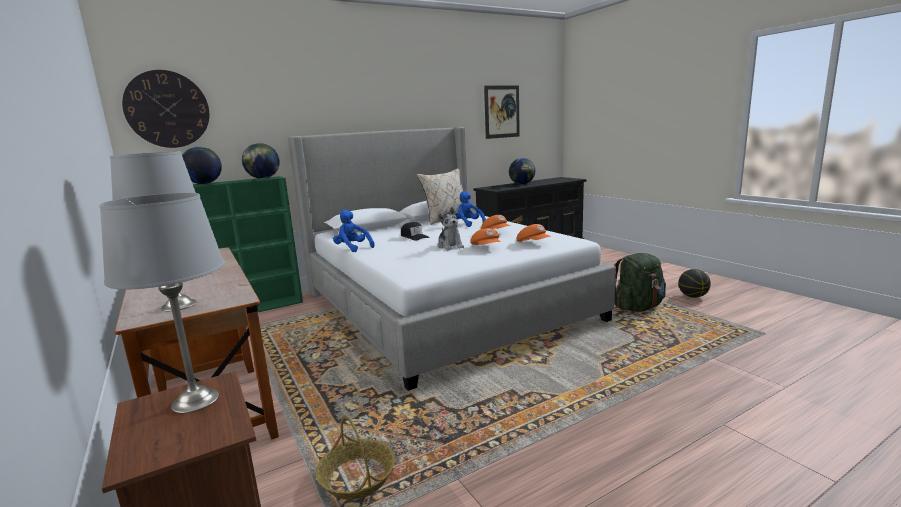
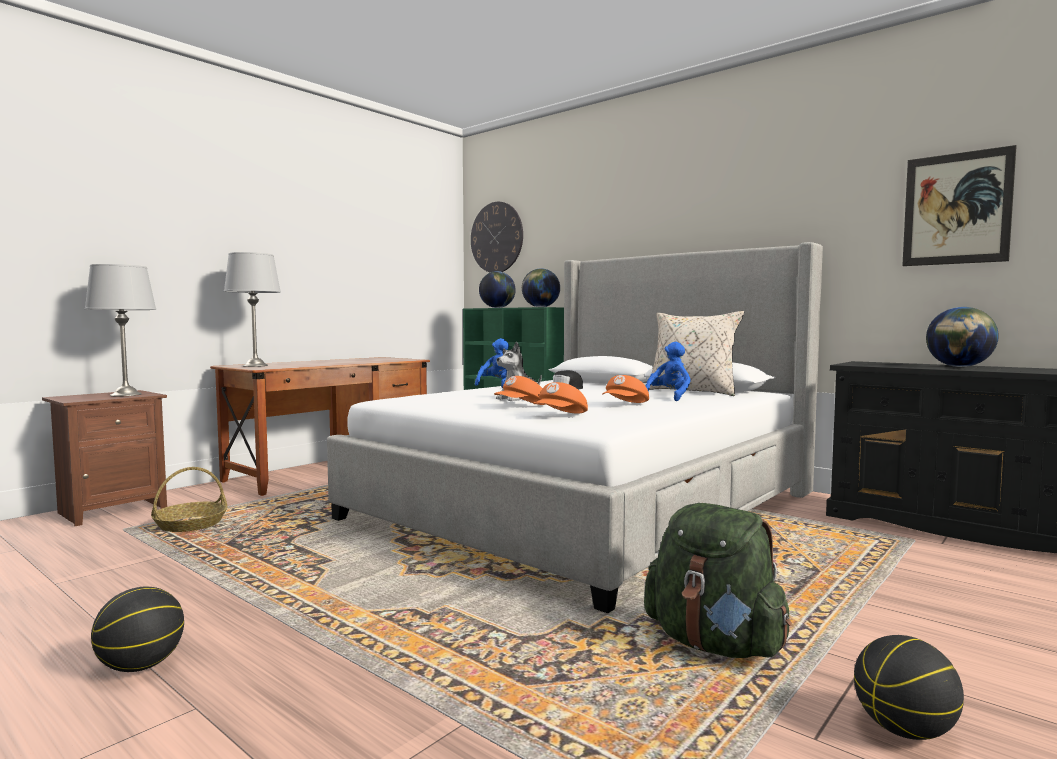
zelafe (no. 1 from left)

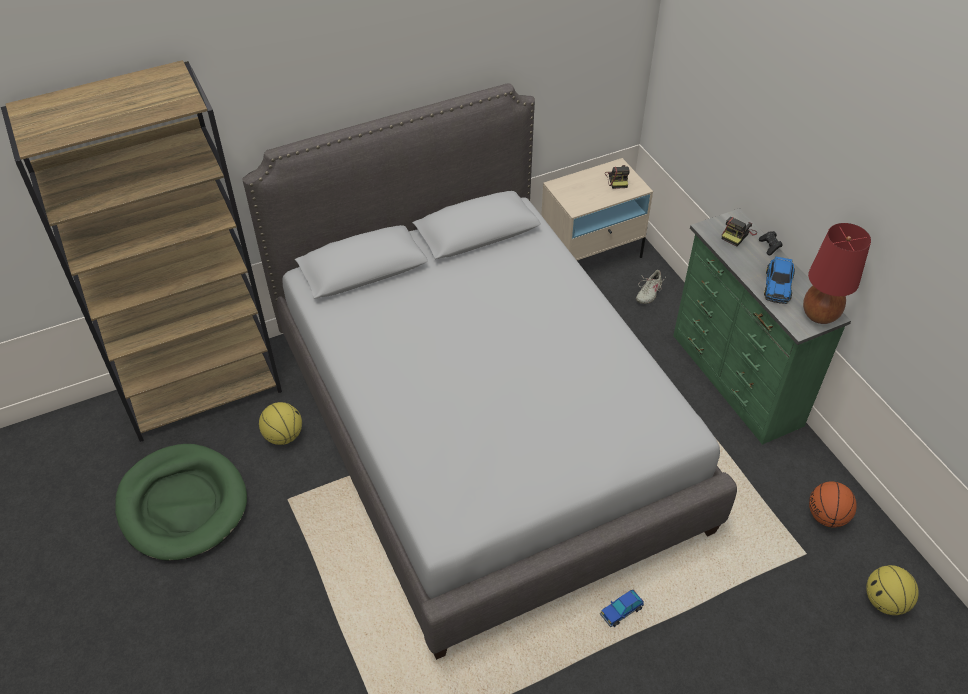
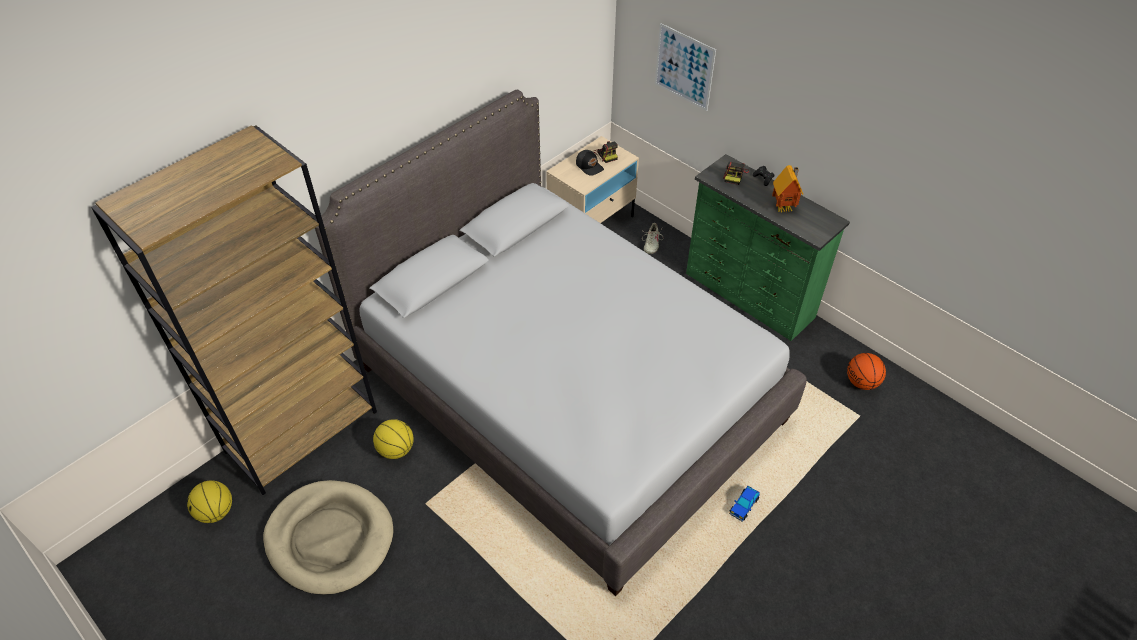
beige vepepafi; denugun; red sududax; zelafe (no. 1 from left); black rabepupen; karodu

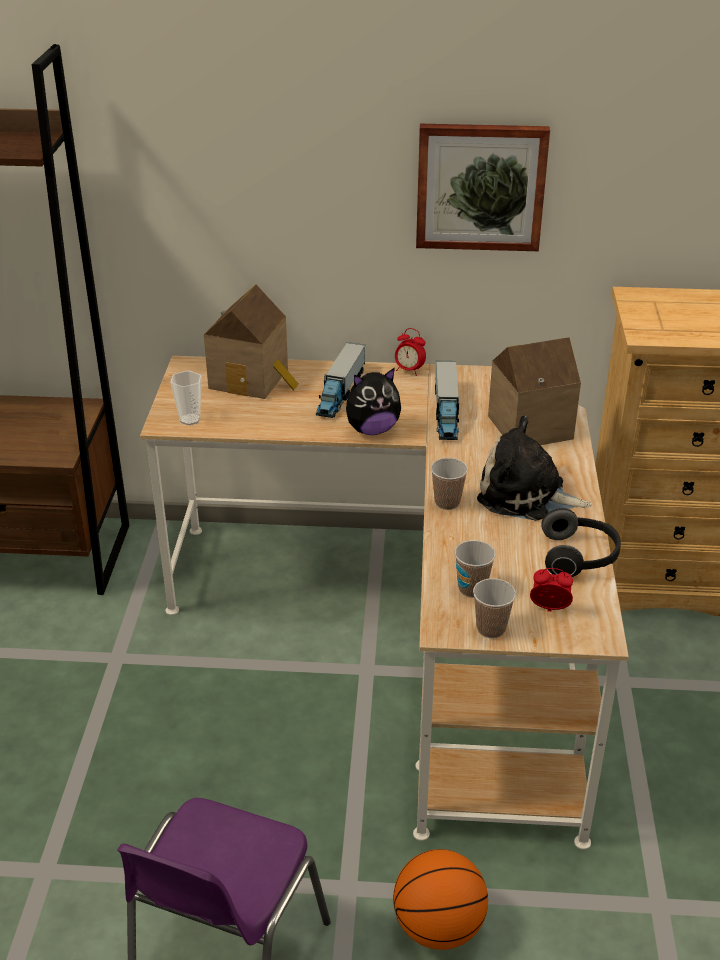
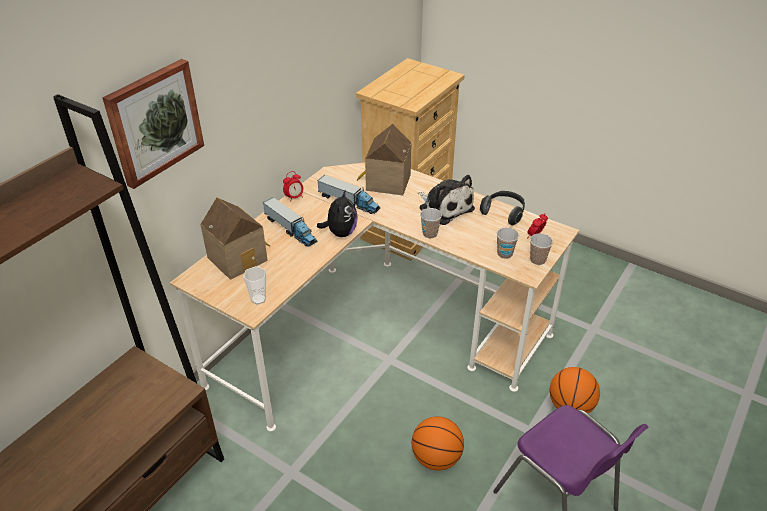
karodu; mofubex (no. 2 from left); zelafe (no. 1 from left)

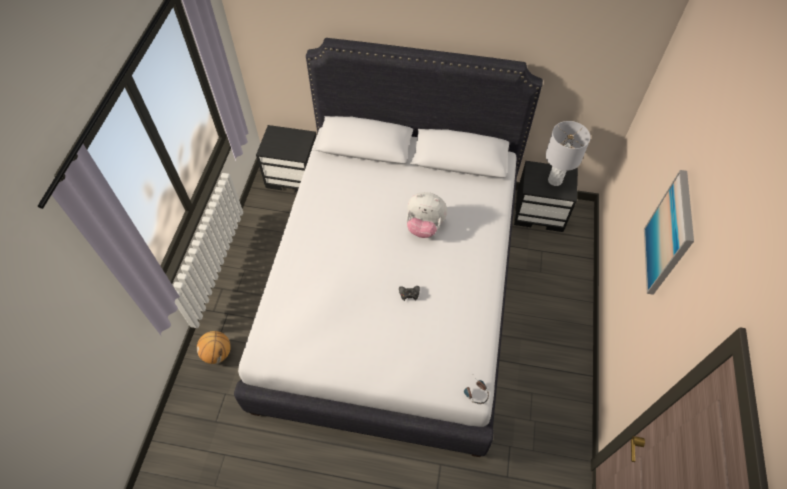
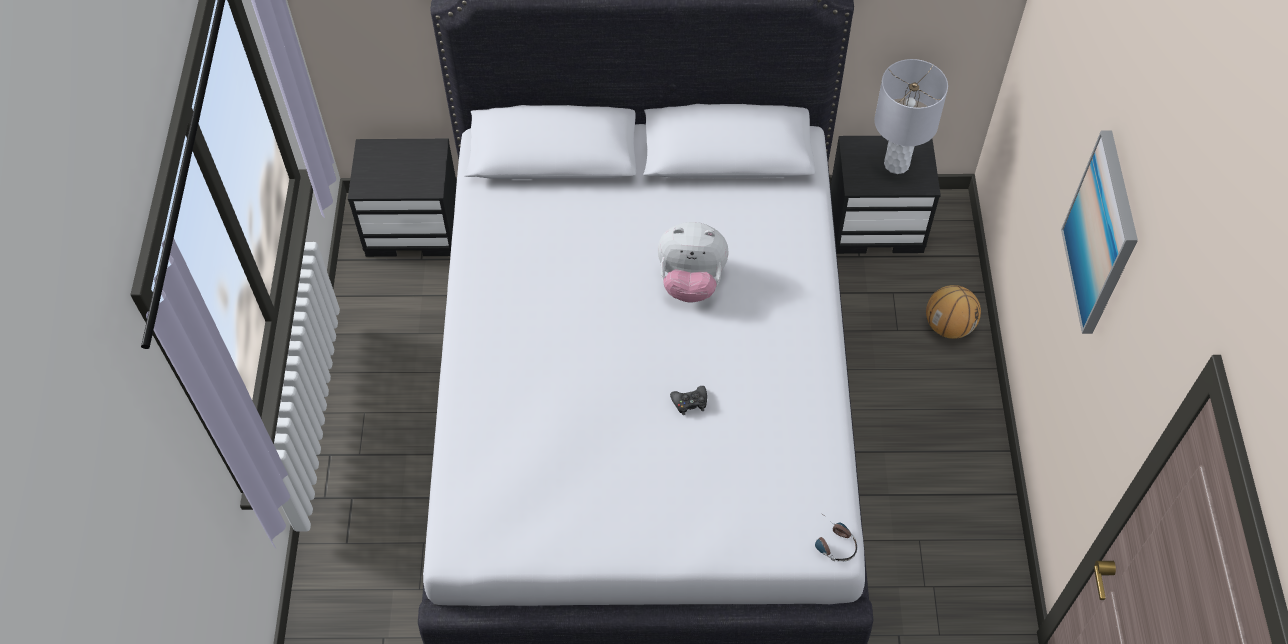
zelafe

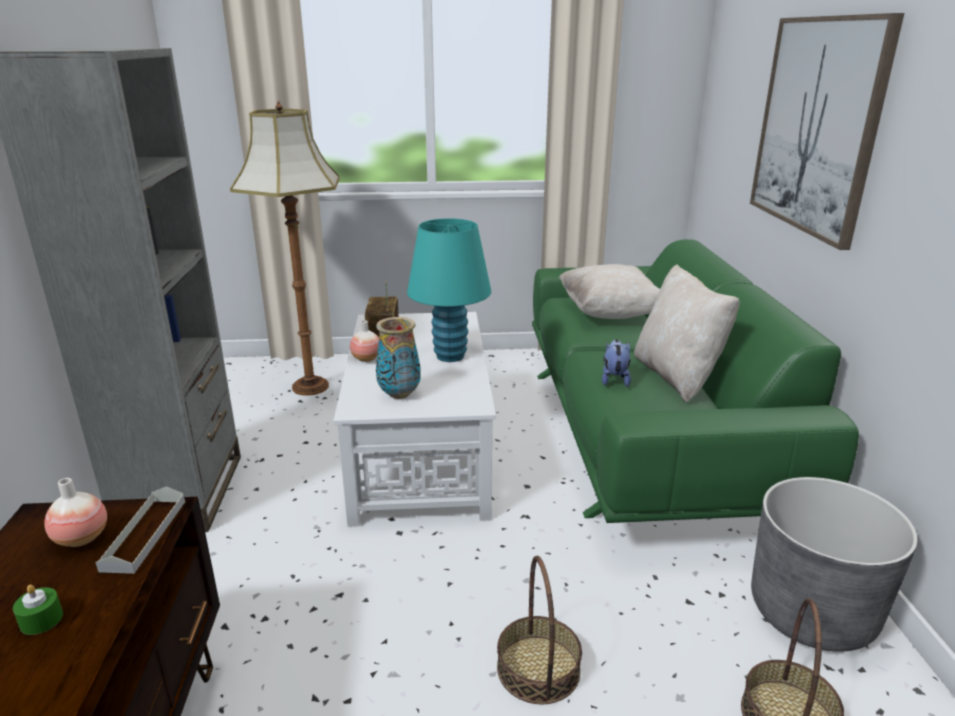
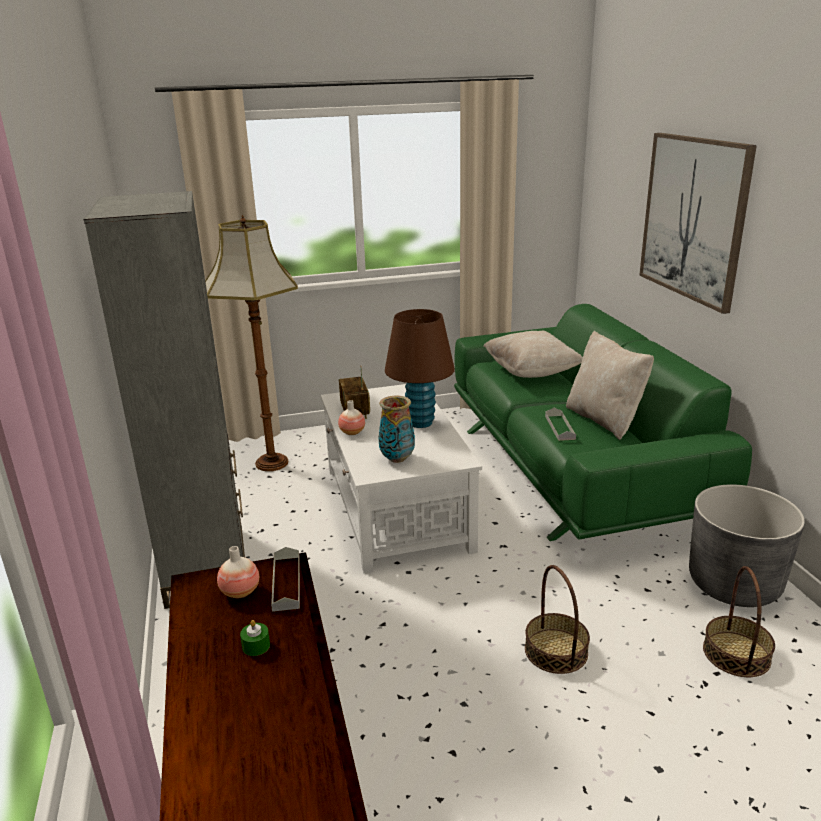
brown sududax; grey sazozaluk (no. 2 from left)

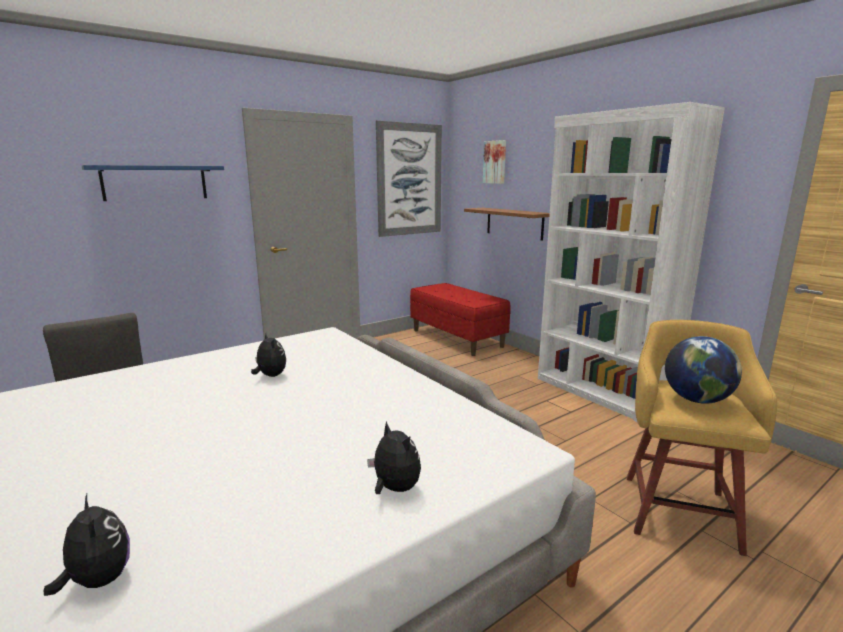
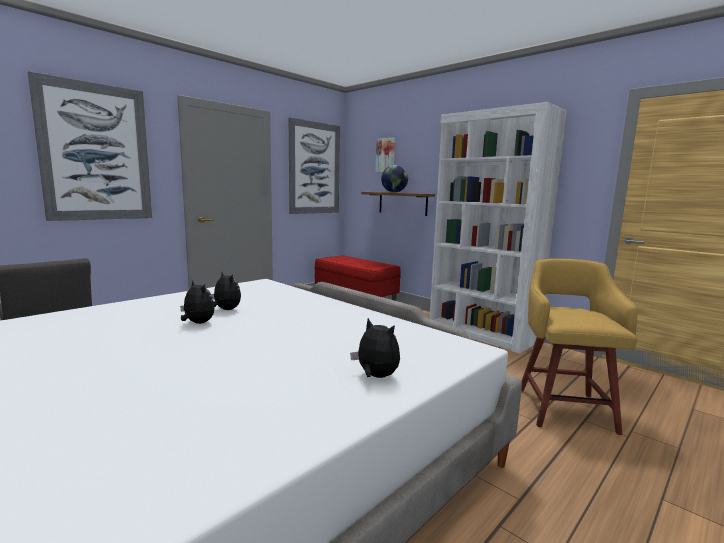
mofubex (no. 1 from left); karodu (no. 1 from left); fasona

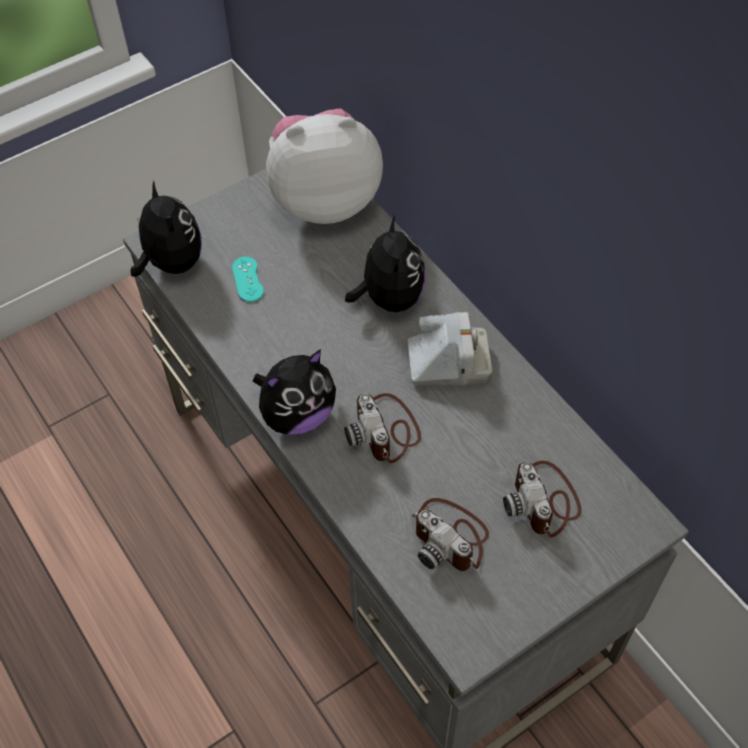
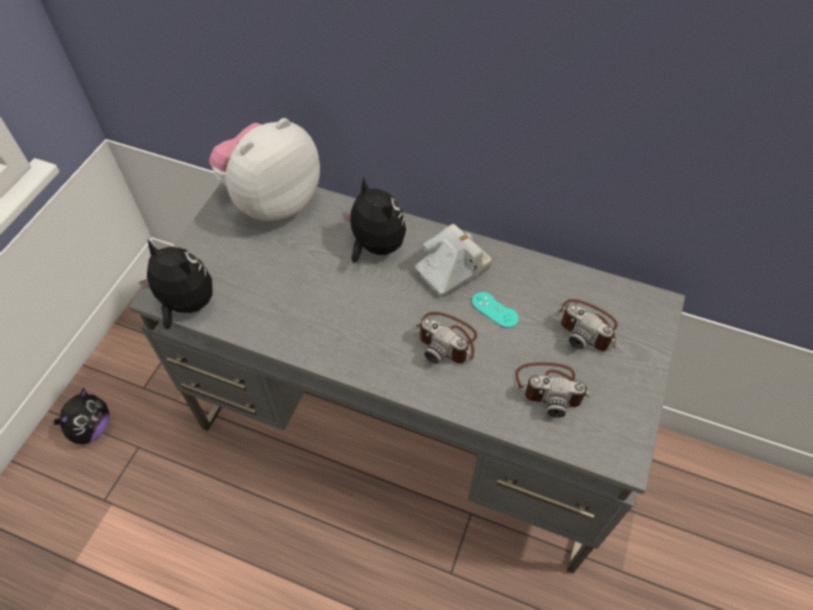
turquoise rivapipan; mofubex (no. 1 from left)

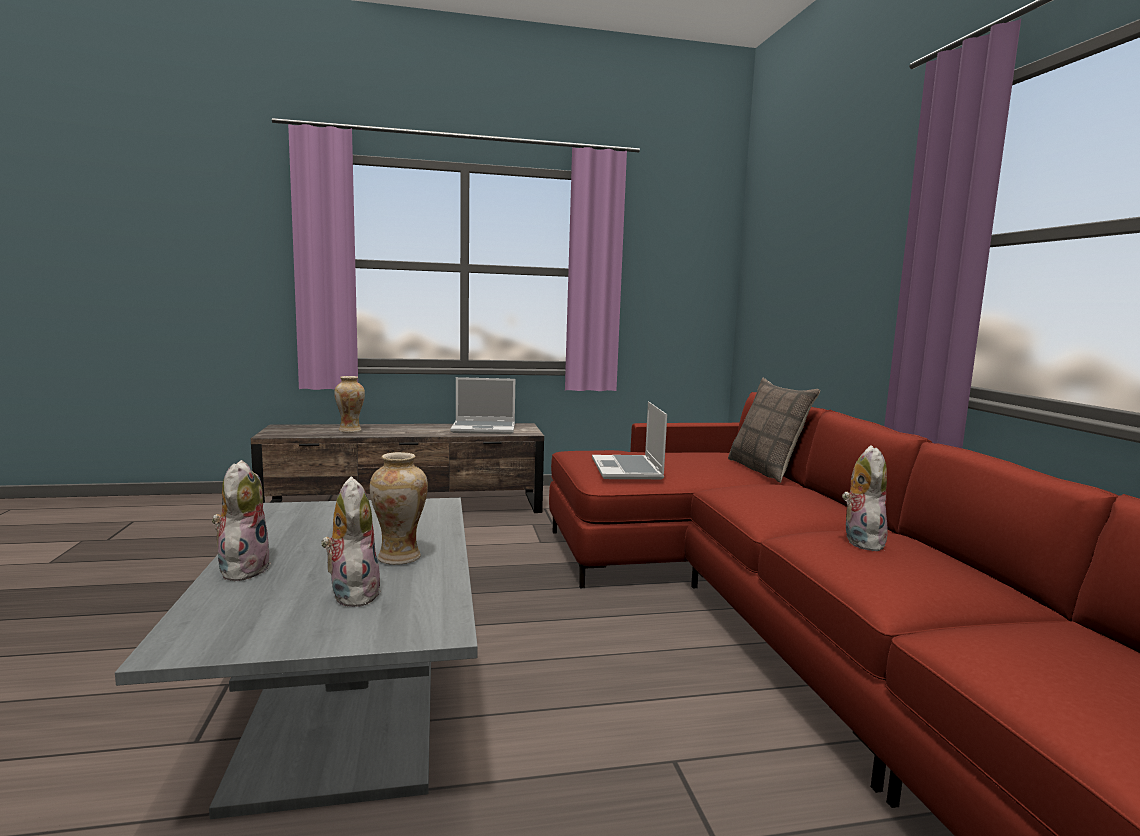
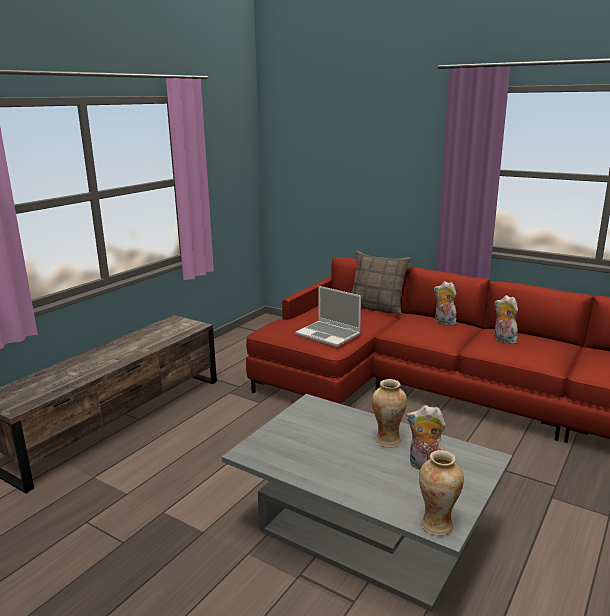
mofubex (no. 2 from left); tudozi (no. 2 from left); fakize (no. 1 from left in the first image)

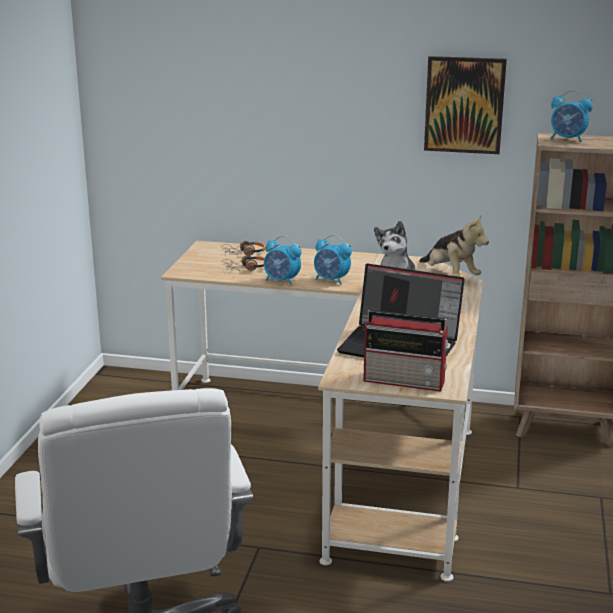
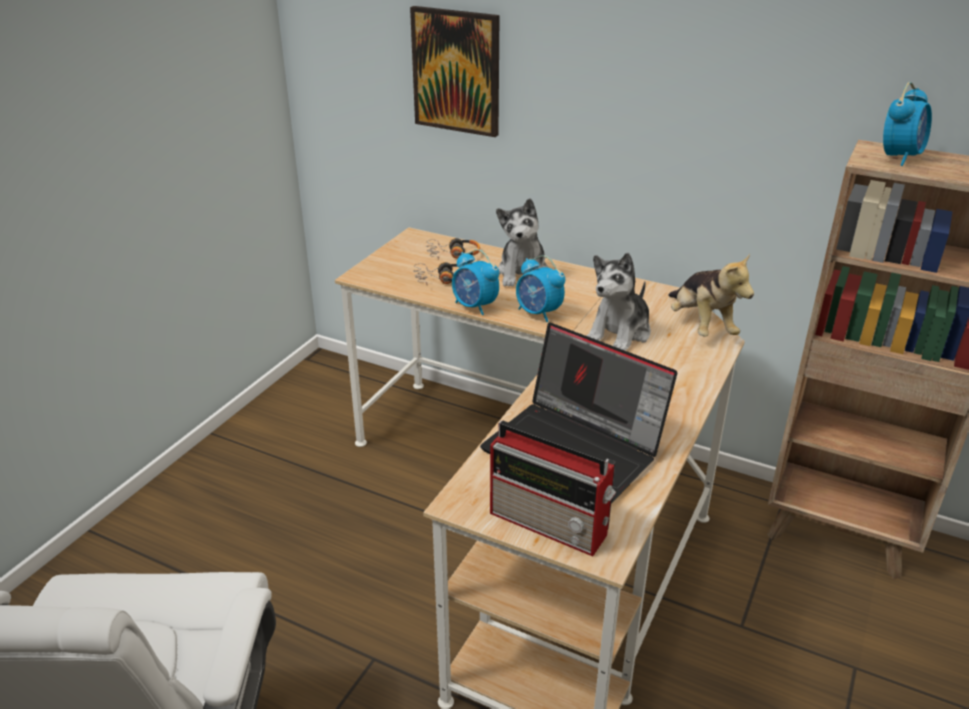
karodu; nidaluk (no. 3 from left); mofubex (no. 1 from left)

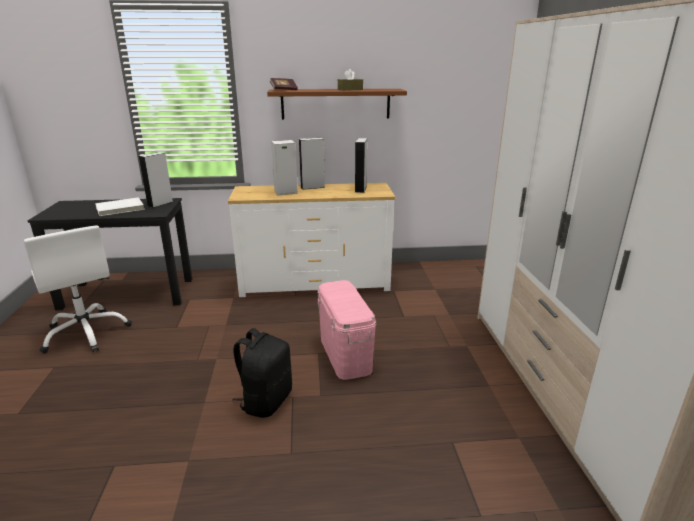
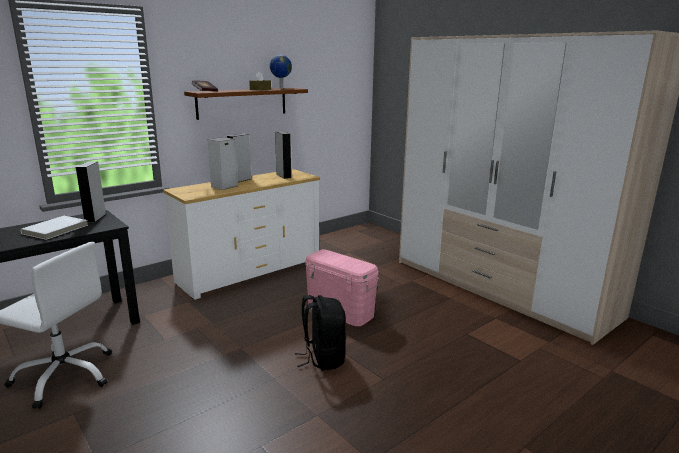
fasona

